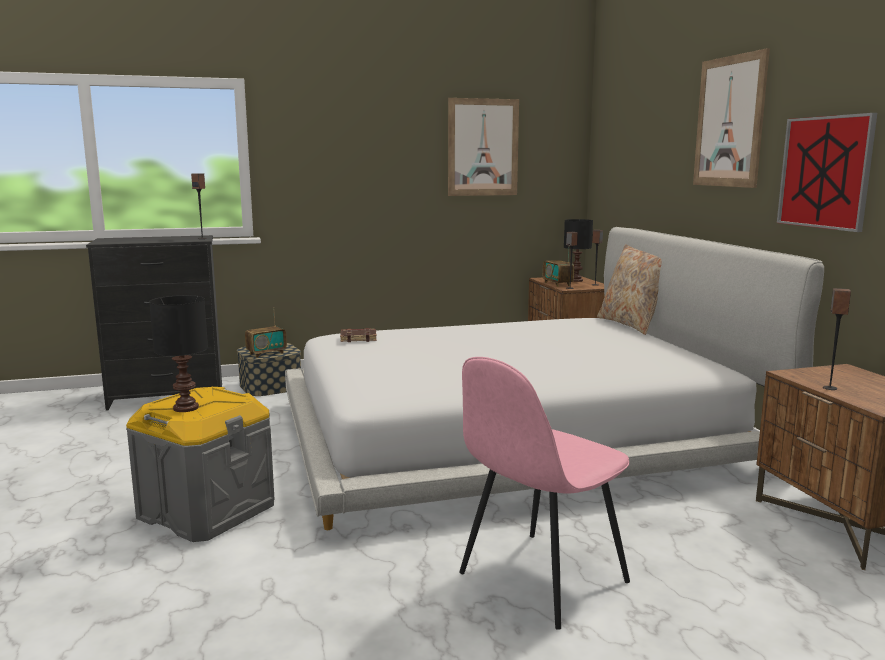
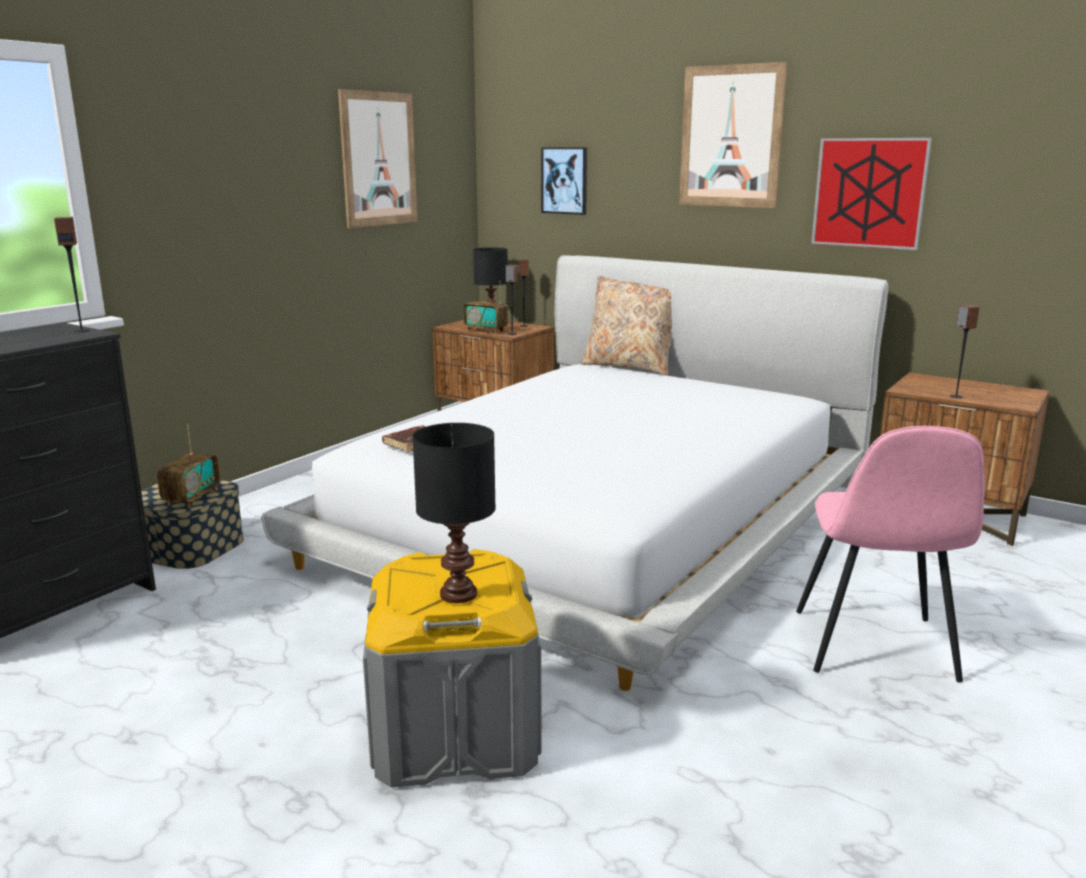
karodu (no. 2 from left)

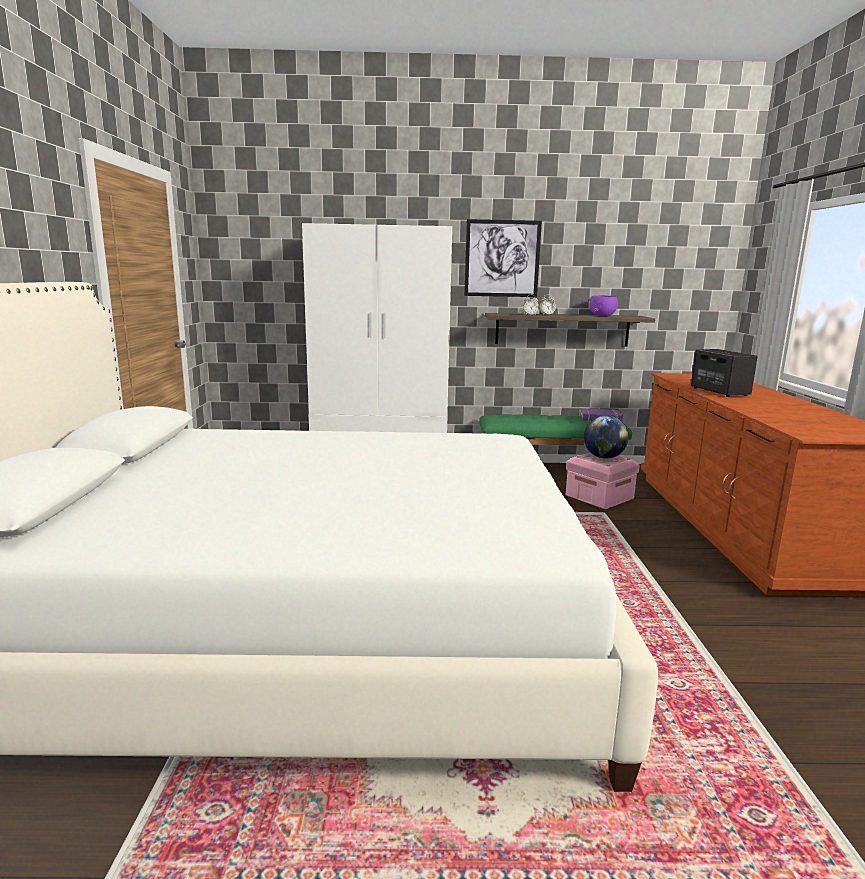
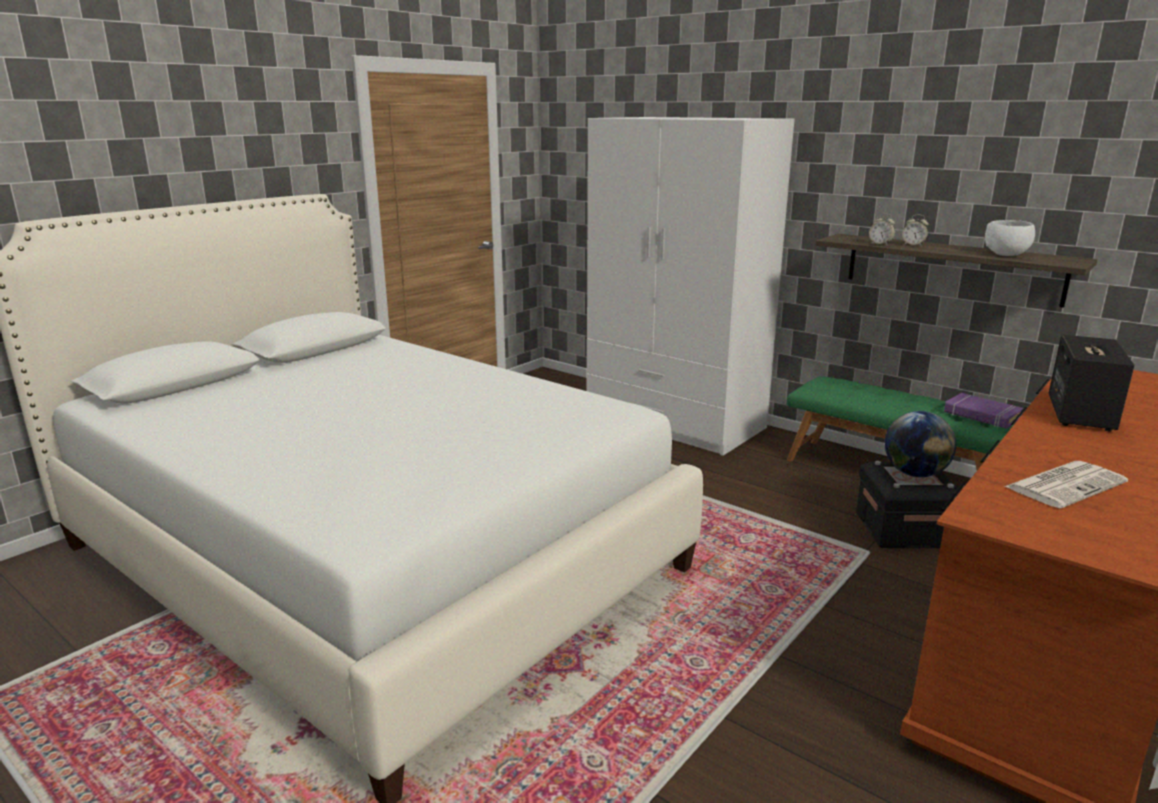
karodu; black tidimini; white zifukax; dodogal

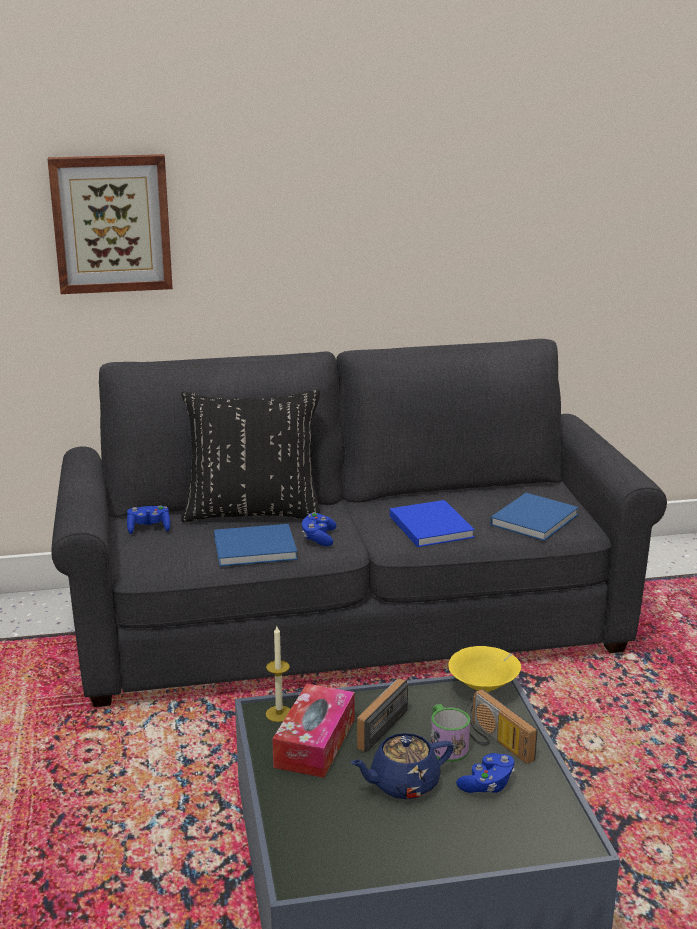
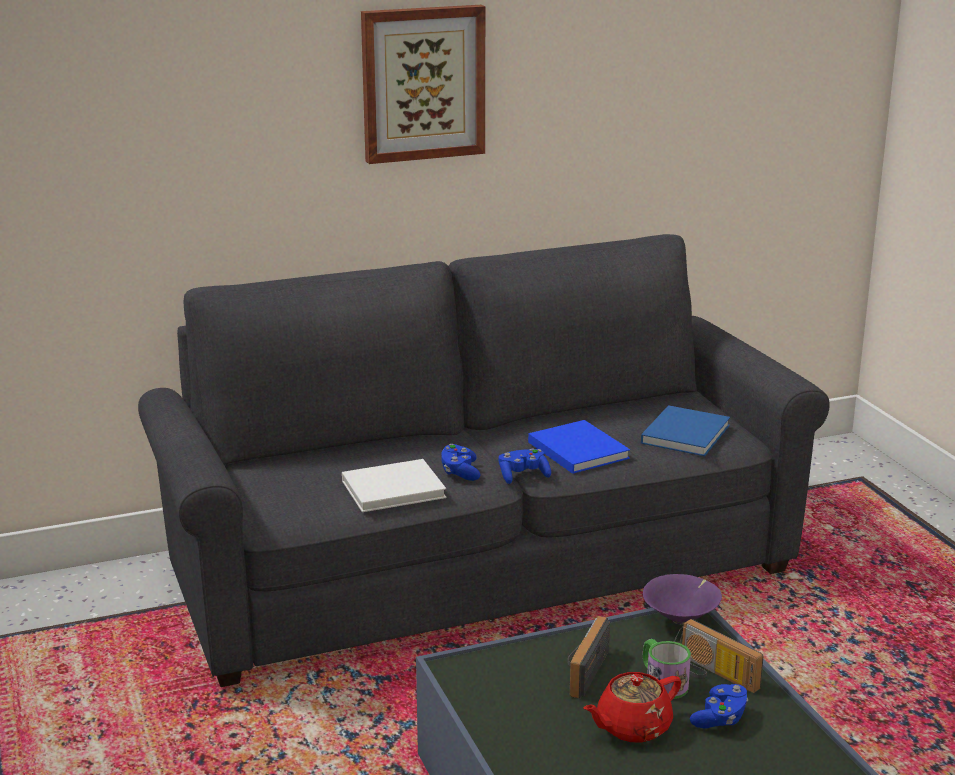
karodu; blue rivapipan (no. 2 from left); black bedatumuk; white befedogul; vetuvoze; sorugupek; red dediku; purple zifukax

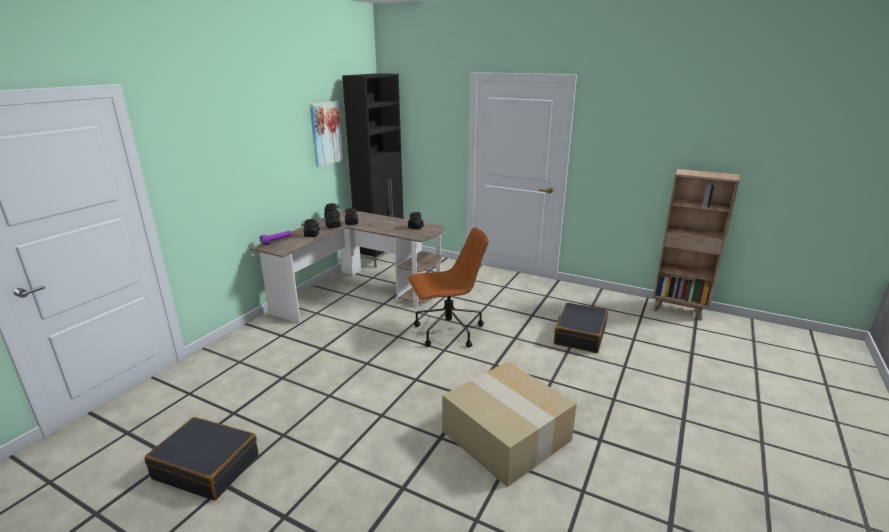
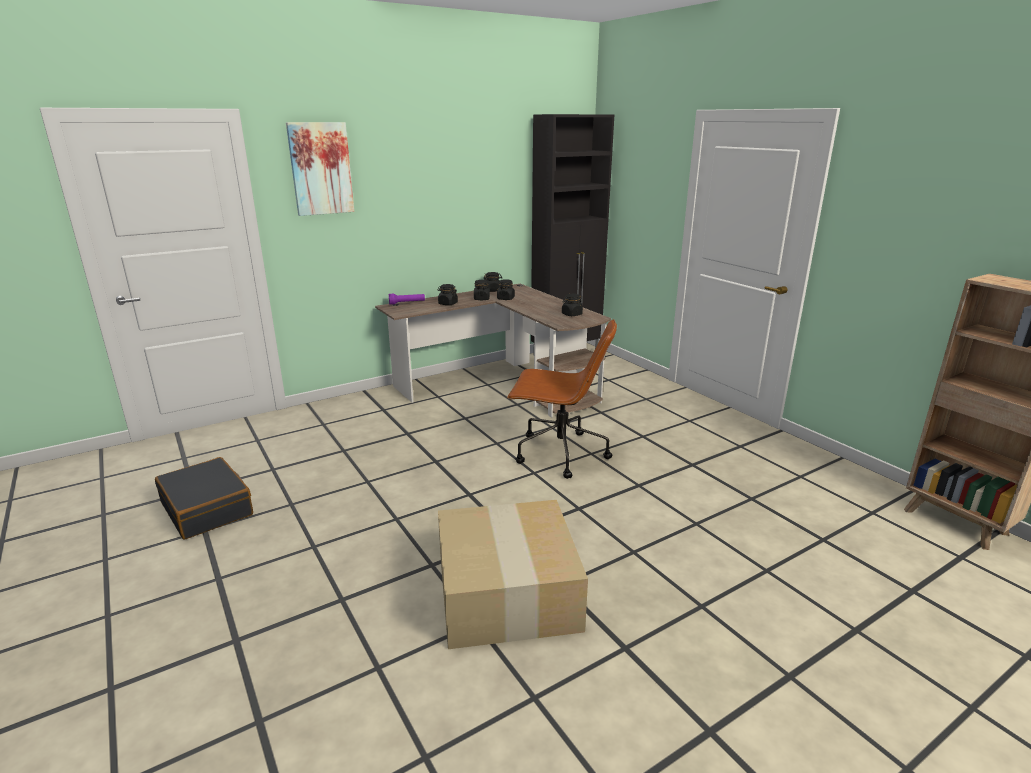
karodu; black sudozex (no. 2 from left in the first image)

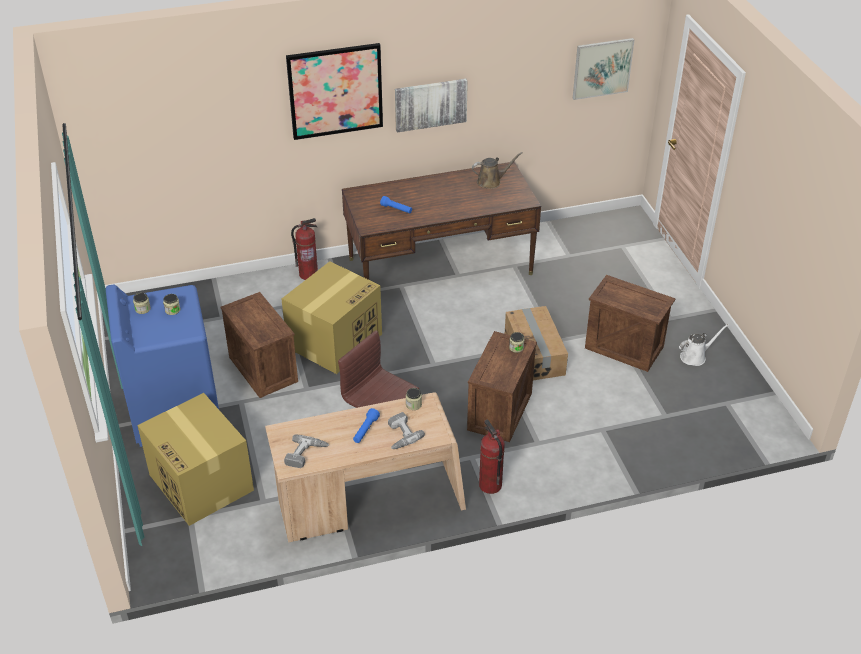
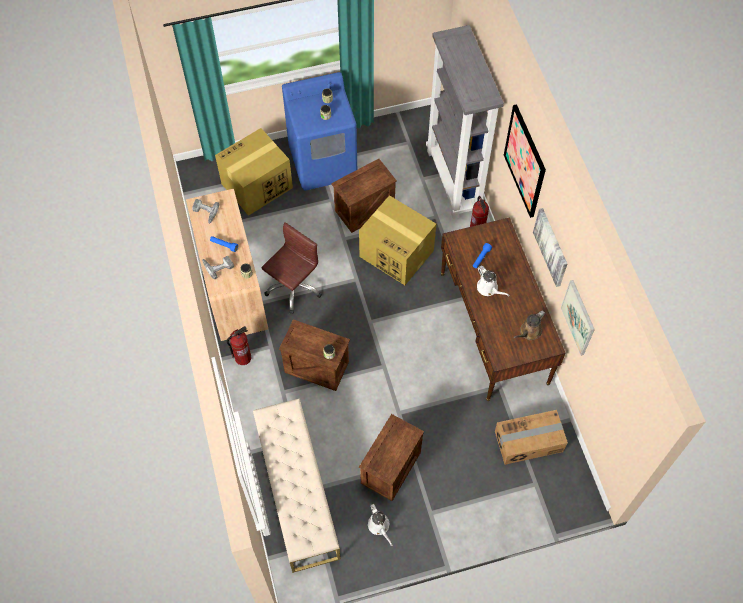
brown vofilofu; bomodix (no. 3 from left); karodu (no. 3 from left); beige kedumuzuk; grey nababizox; white vofilofu (no. 2 from left)

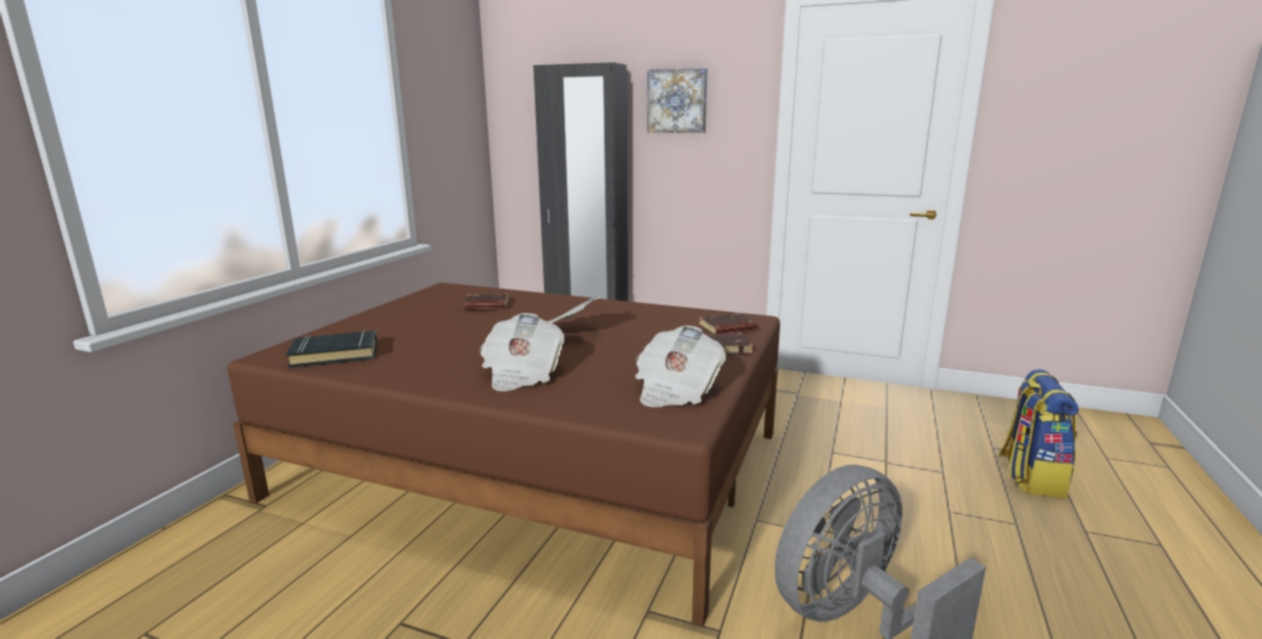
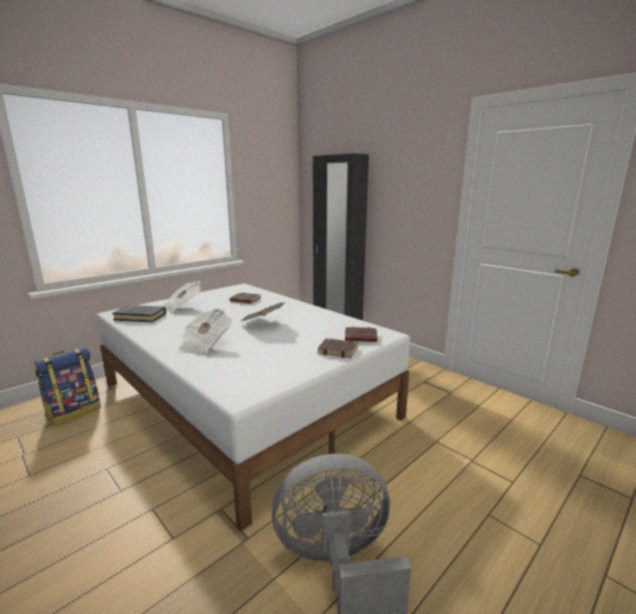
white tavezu; dodogal (no. 1 from left); karodu; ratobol

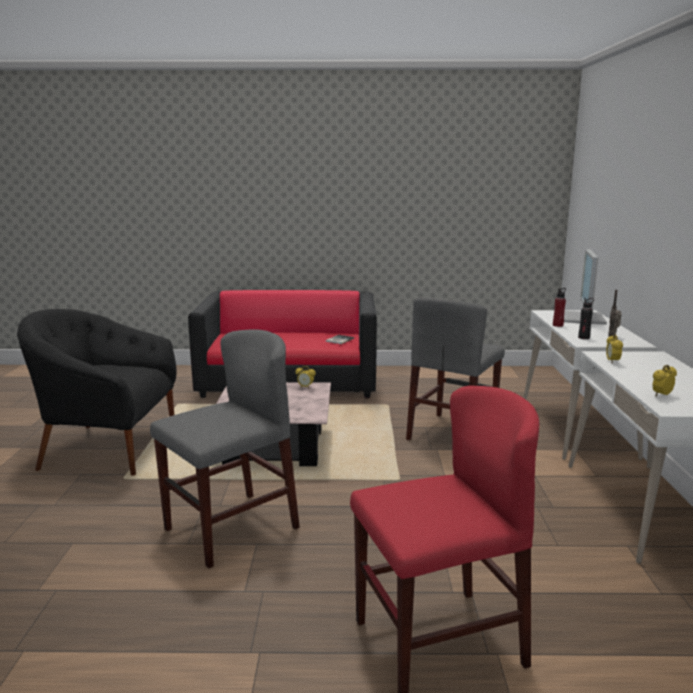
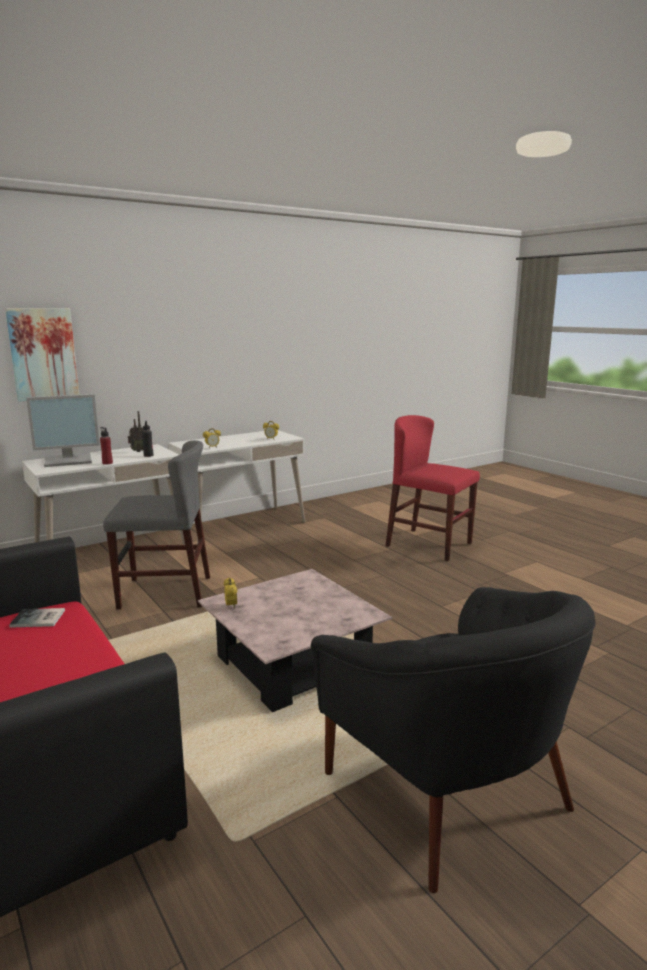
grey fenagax (no. 1 from left in the first image); karodu

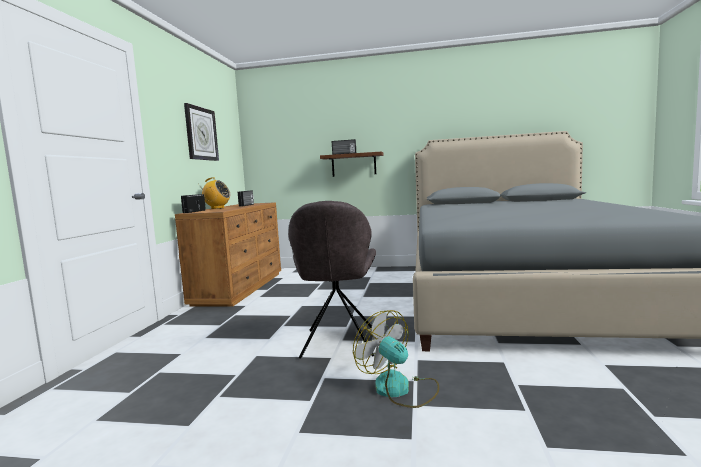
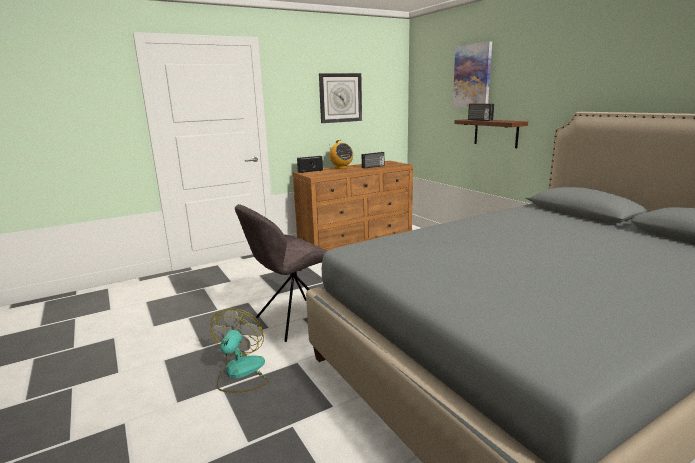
karodu

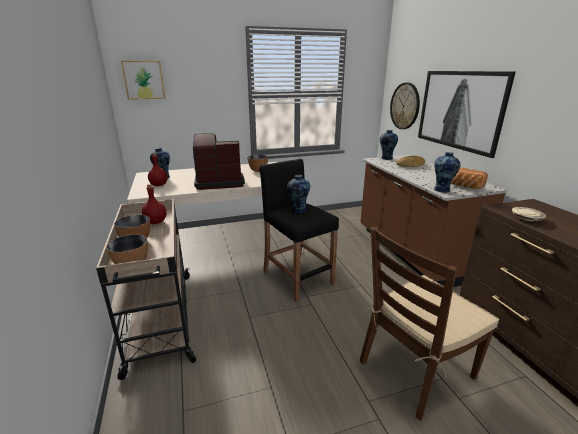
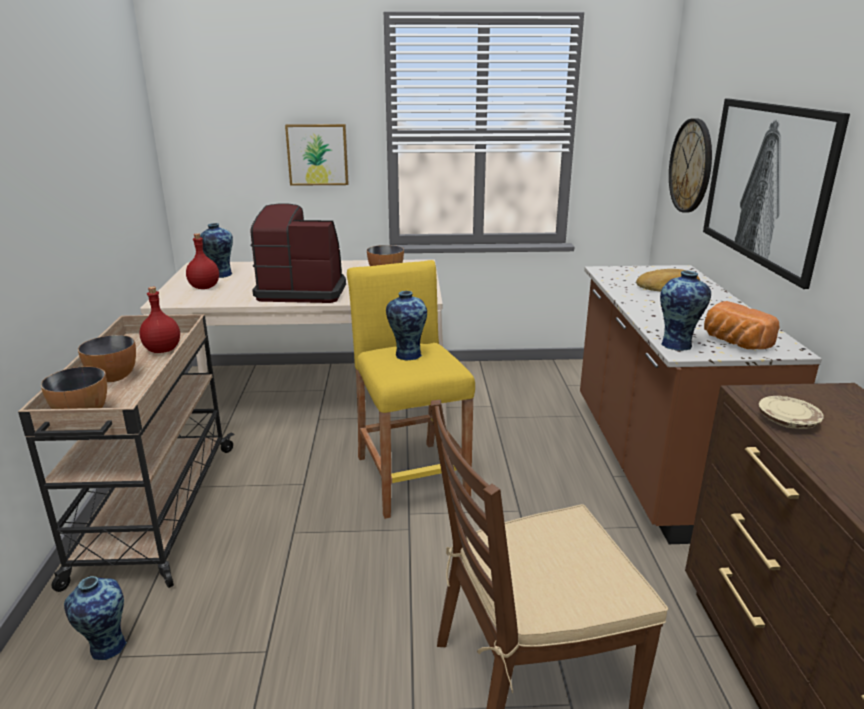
karodu (no. 1 from left); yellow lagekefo; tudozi (no. 1 from left)

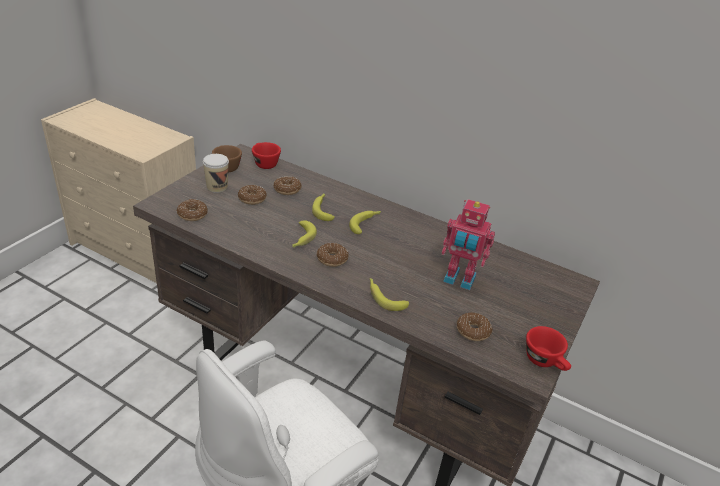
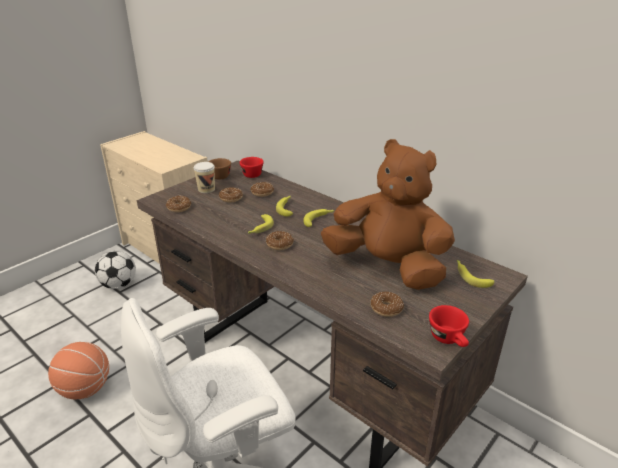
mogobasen (no. 4 from left); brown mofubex; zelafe; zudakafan

